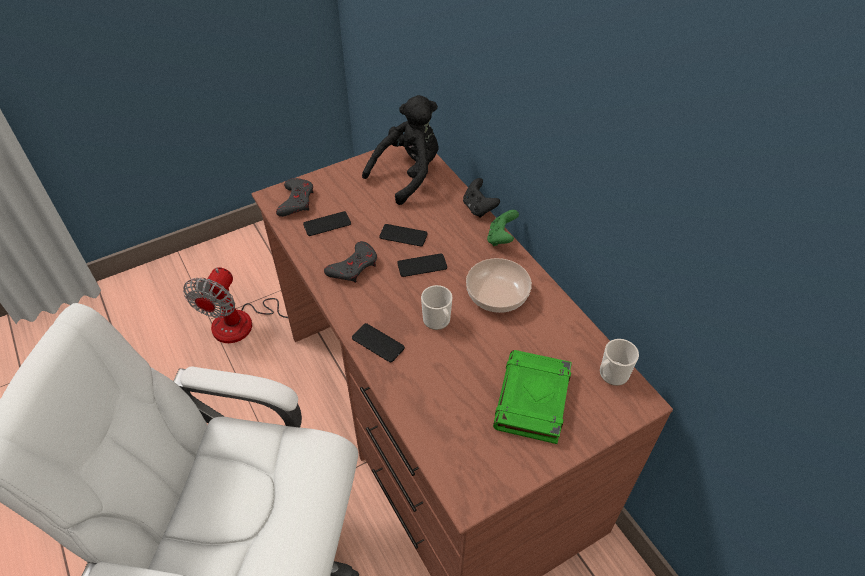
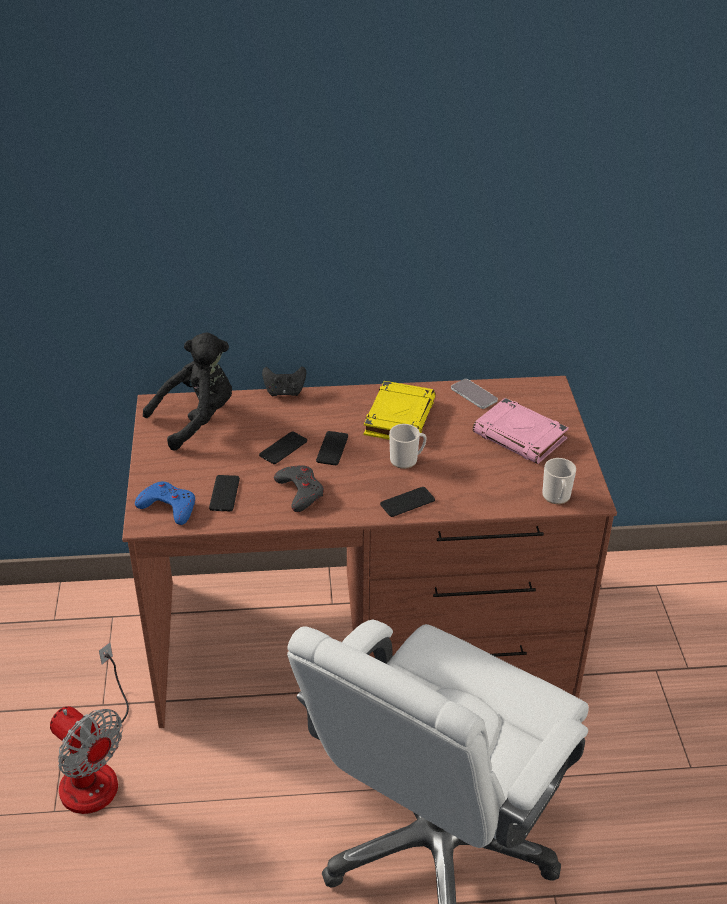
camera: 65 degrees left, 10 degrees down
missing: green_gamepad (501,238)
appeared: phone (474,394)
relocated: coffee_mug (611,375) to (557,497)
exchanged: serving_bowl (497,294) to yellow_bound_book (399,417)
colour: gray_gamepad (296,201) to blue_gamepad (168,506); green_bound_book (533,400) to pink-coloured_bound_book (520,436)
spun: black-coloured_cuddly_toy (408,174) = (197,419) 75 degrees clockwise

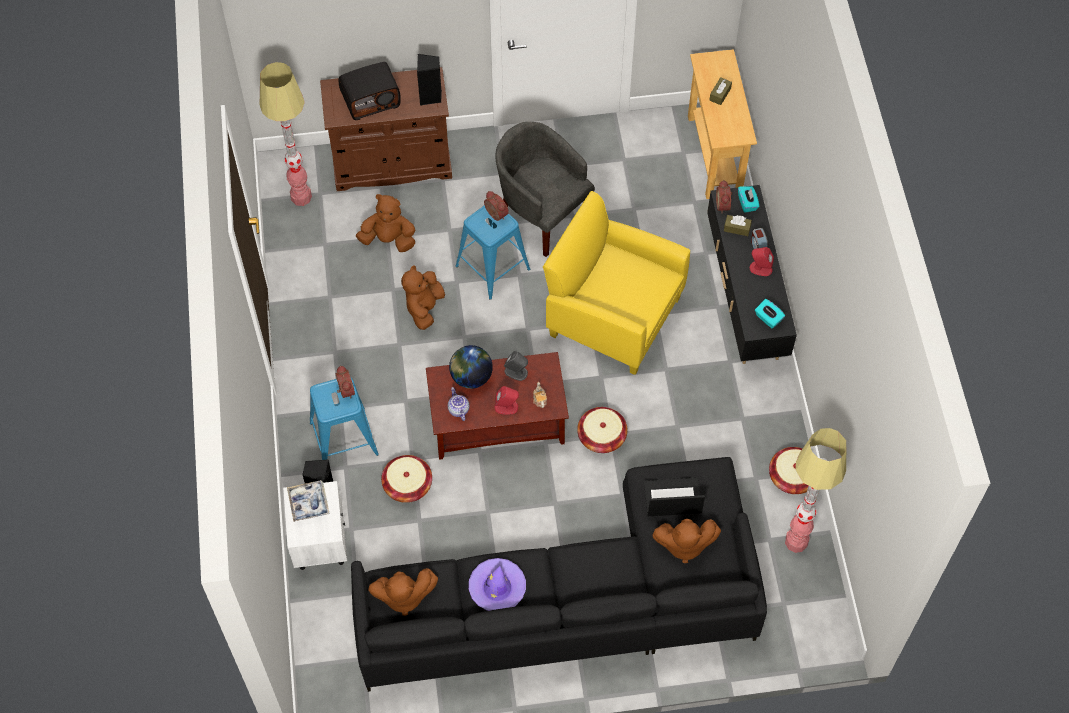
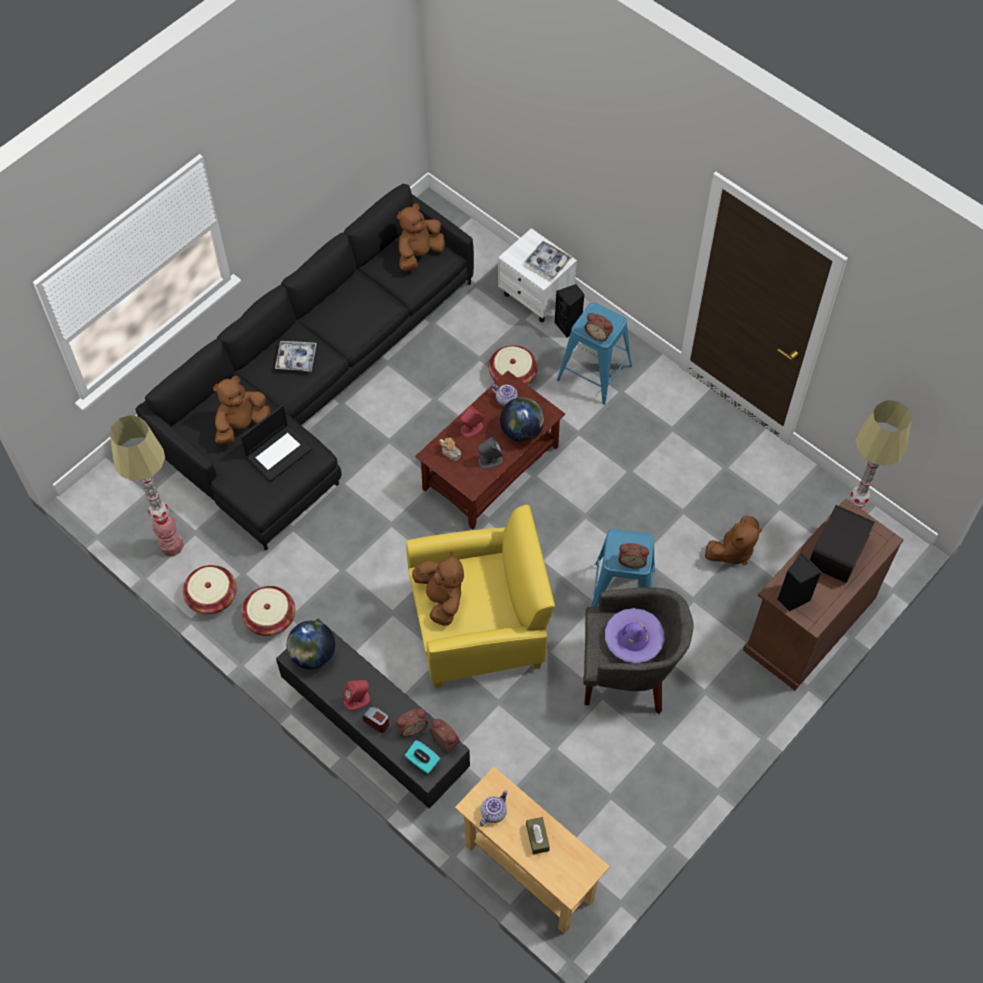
camera: 140 degrees right, 0 degrees up
appeared: tray (296,359); pot_for_tea (493,812)
relocated: household_basket (601,436) to (270,617); brownish_cuddly_toy (424,308) to (441,598); purplish_clothing_hat (497,588) to (633,638)
exchanged: turquoise_tissue_holder (768,318) to world_globe (312,654); brownish_tissue_holder (737,228) to table_clock (411,726)

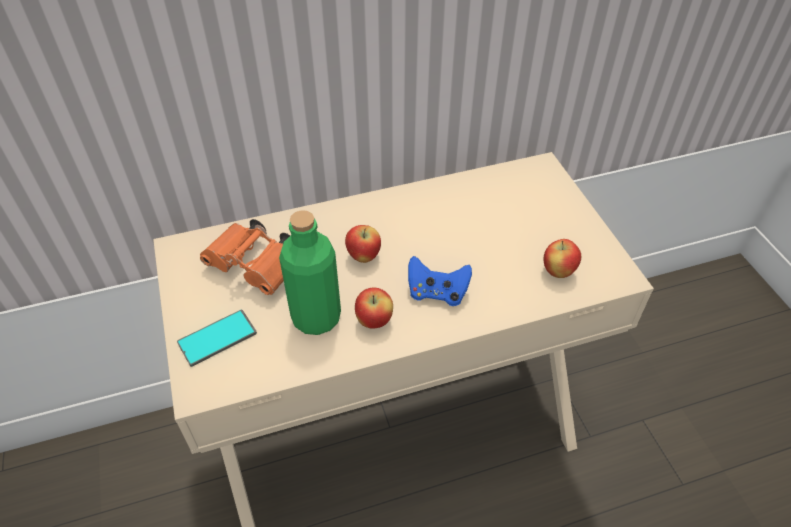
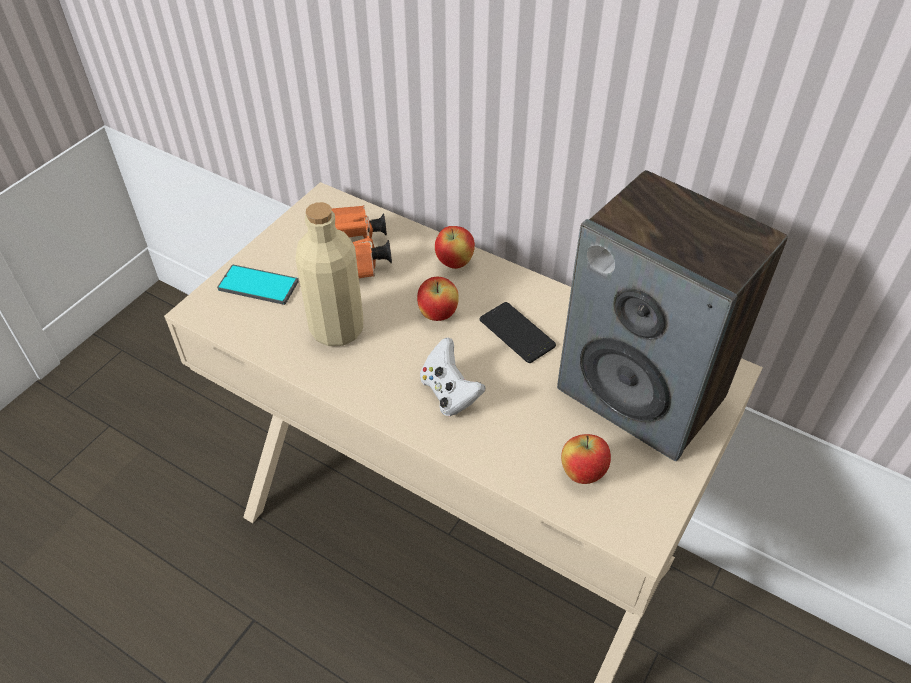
camera: 50 degrees right, 0 degrees up
appeared: phone (517,333); speaker (643,394)
relocated: apple (374,321) to (455,263)
colour: green_drink_bottle (316,317) to beige-coloured_drink_bottle (337,329); blue_gamepad (437,293) to whitish_gamepad (449,393)

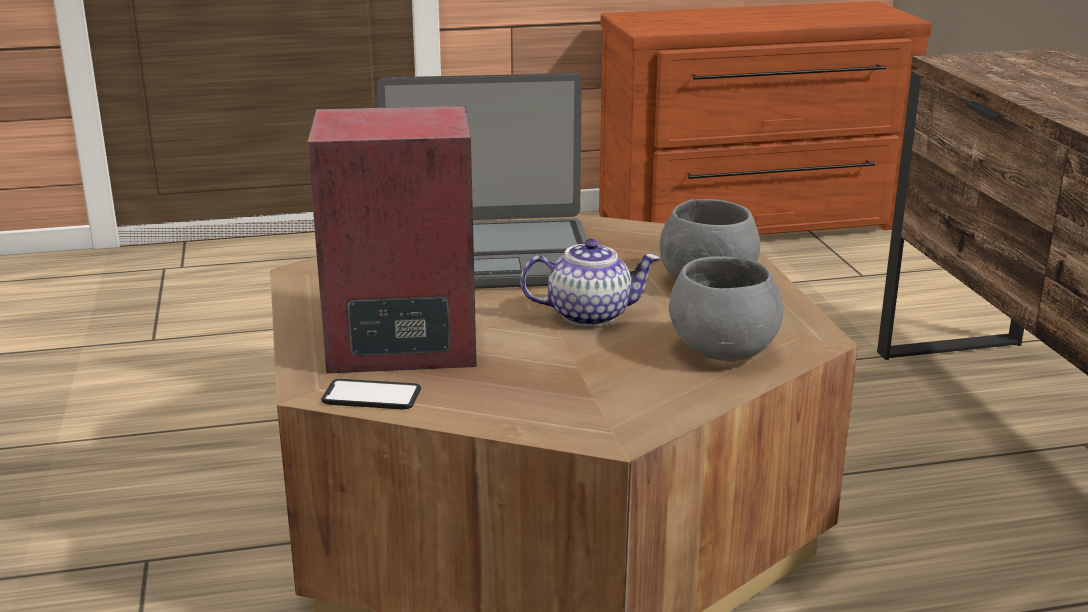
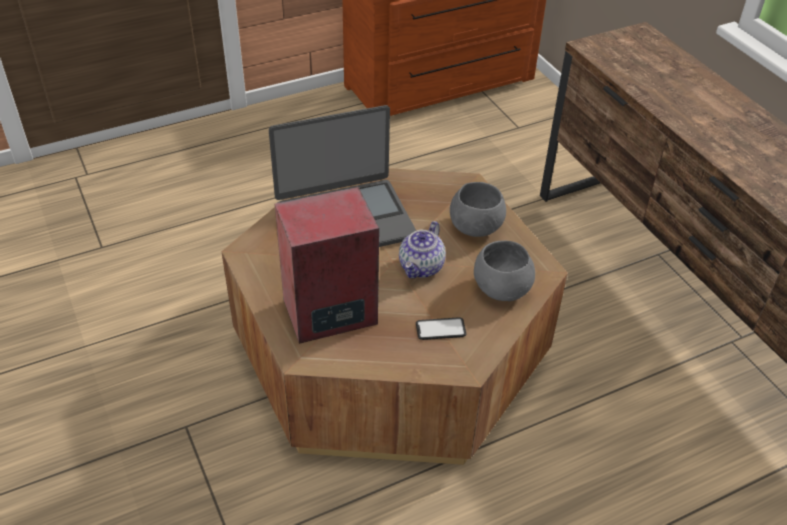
camera: 15 degrees left, 20 degrees up
relocated: phone (371,396) to (440,329)
spun: pot_for_tea (590,314) = (421,267) 135 degrees clockwise

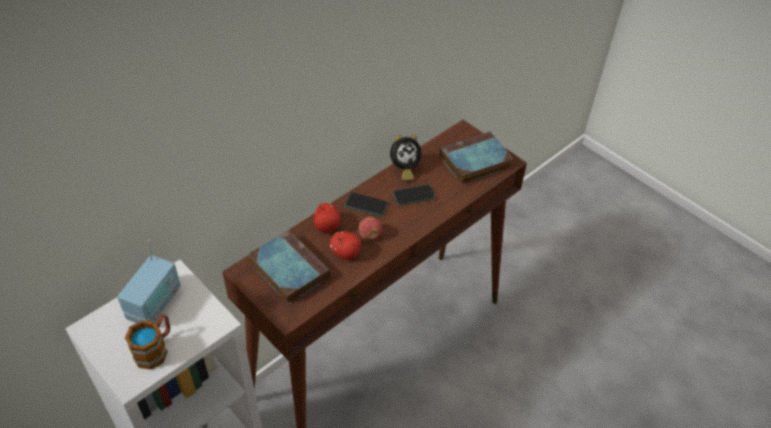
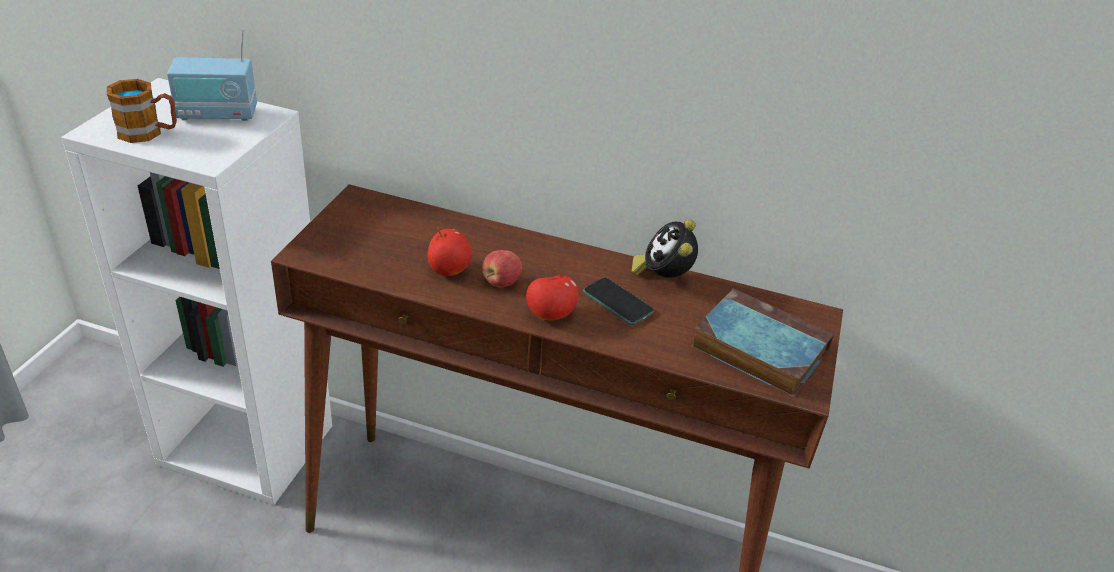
camera: 60 degrees right, 10 degrees down
missing: bound_book (288,269); phone (366,205)
relocated: apple (327,226) to (550,315)
spun: table_clock (404,169) = (663,277) 60 degrees clockwise

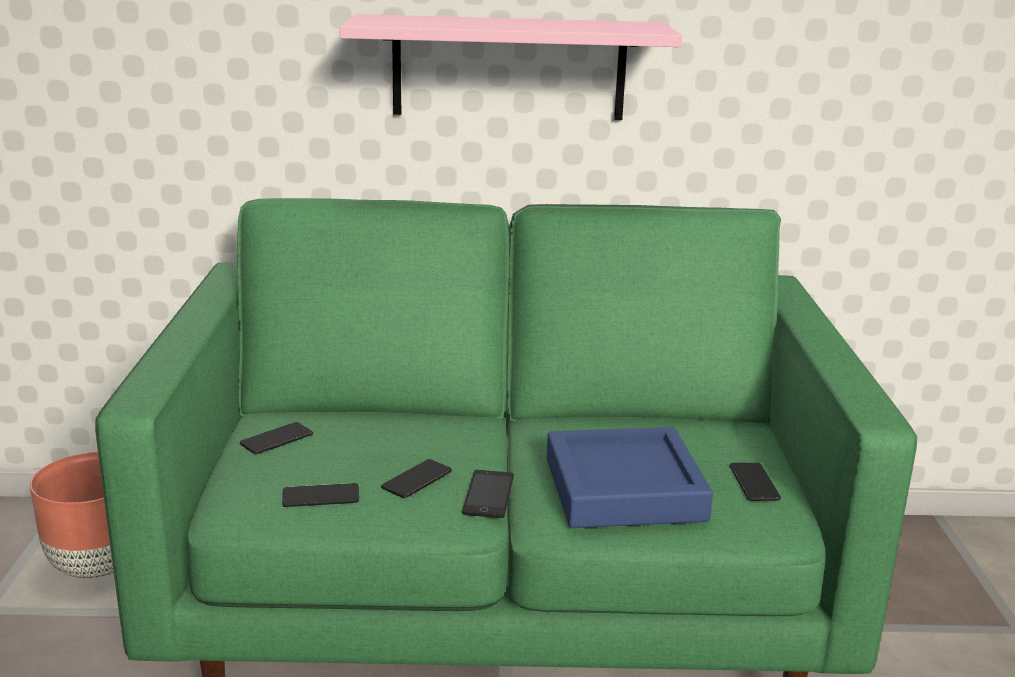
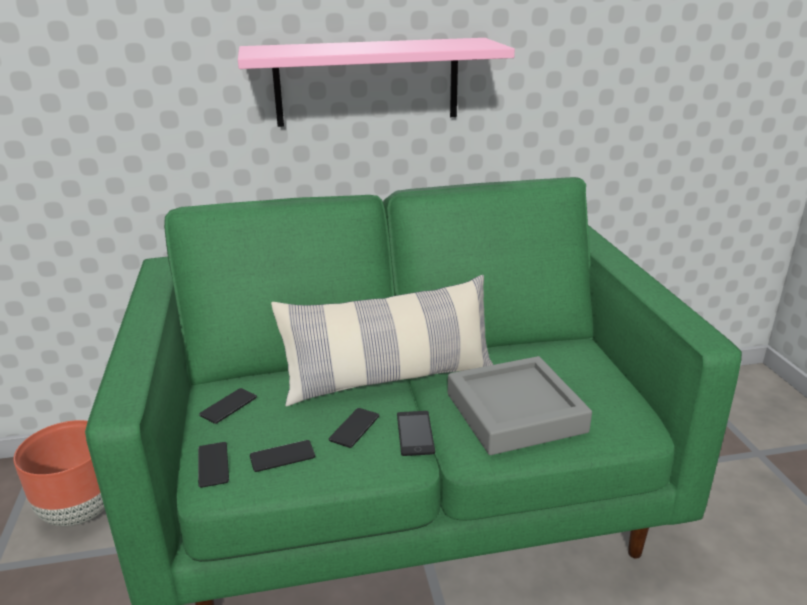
camera: 10 degrees left, 5 degrees up
appeared: throw_pillow (389,379)
relocated: phone (754,483) to (213,465)
colour: blue_tray (624,489) to gray_tray (515,413)

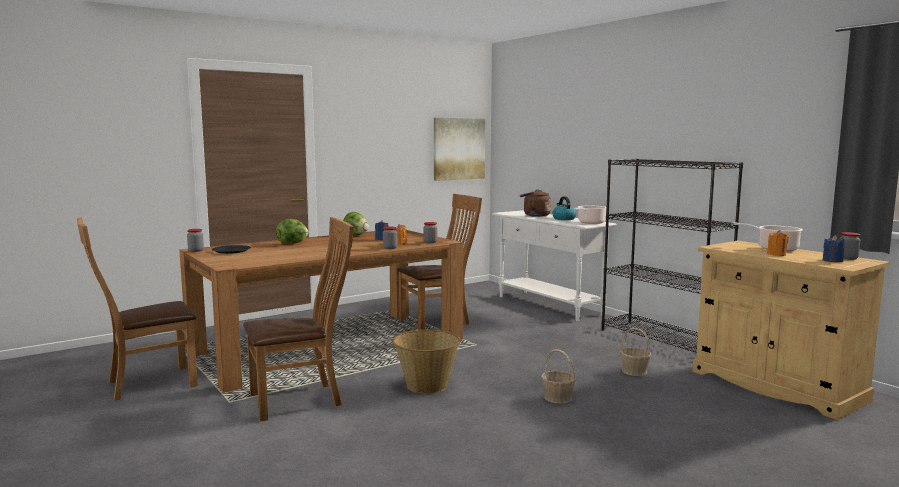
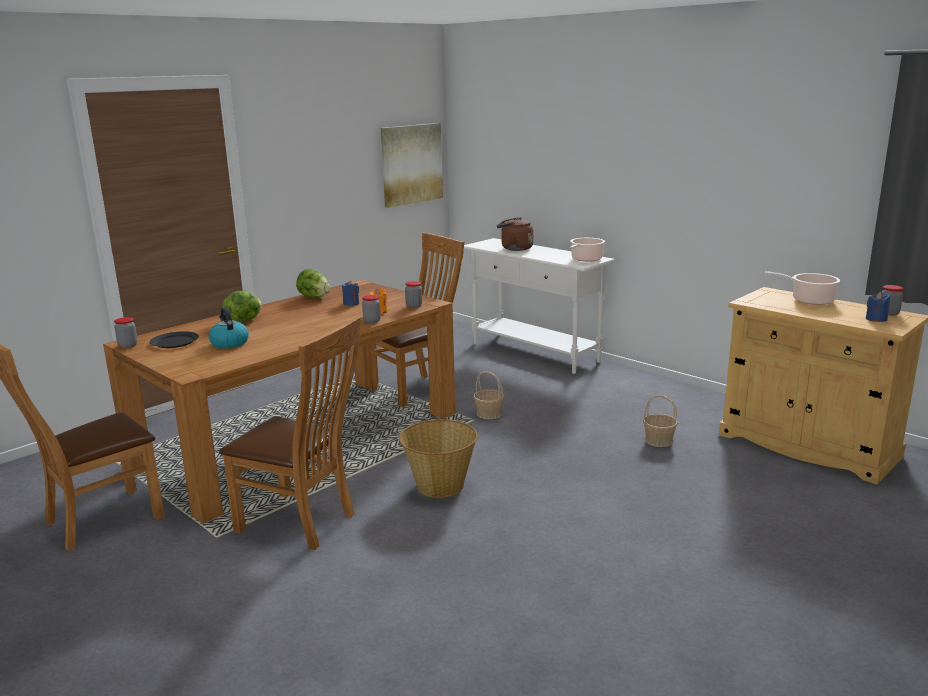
camera: 10 degrees left, 10 degrees up
missing: black-coloured_bookcase (662,340); orange_wax_candle (776,254)
relocated: kettle (563,219) to (229,343); household_basket (558,398) to (489,414)
spun: brownish_plain_chair (301,400) = (302,523) 60 degrees clockwise

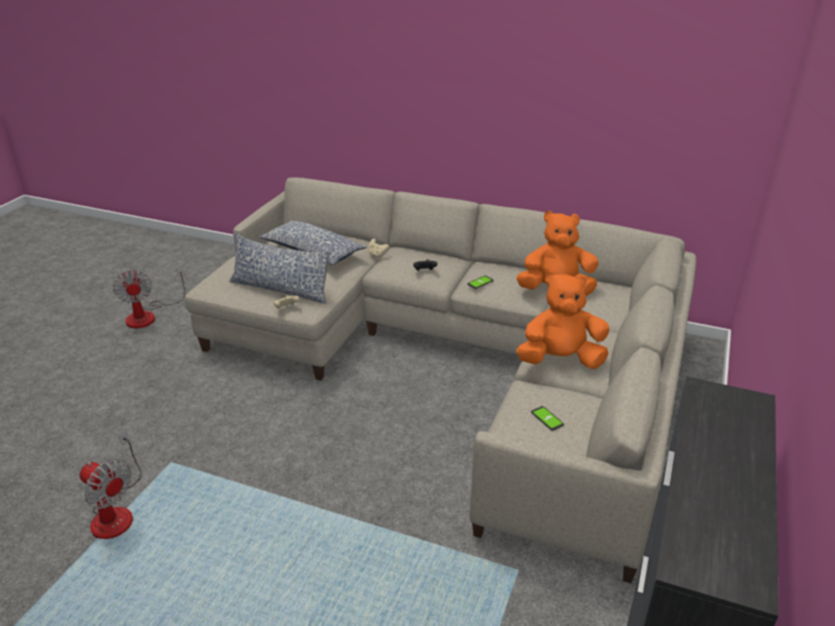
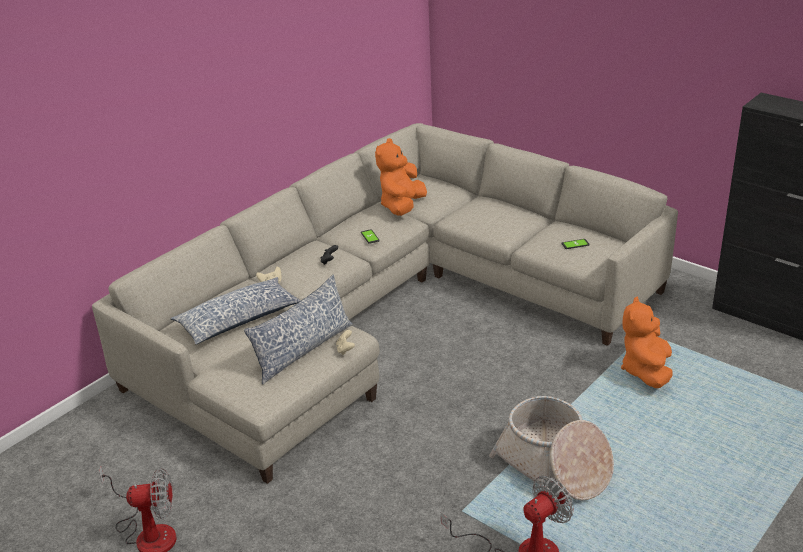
camera: 70 degrees left, 0 degrees up
appeared: household_basket (554,466)
relocated: orange_cuddly_toy (560,360) to (646,371)

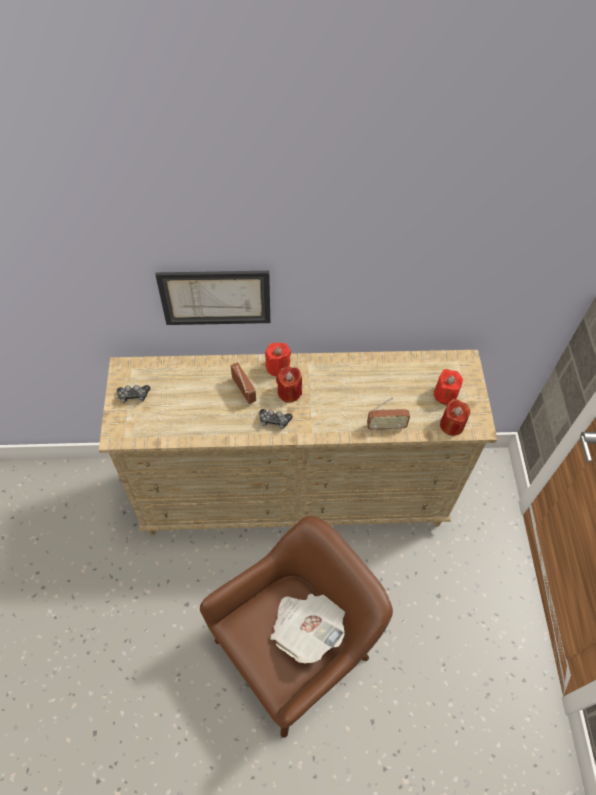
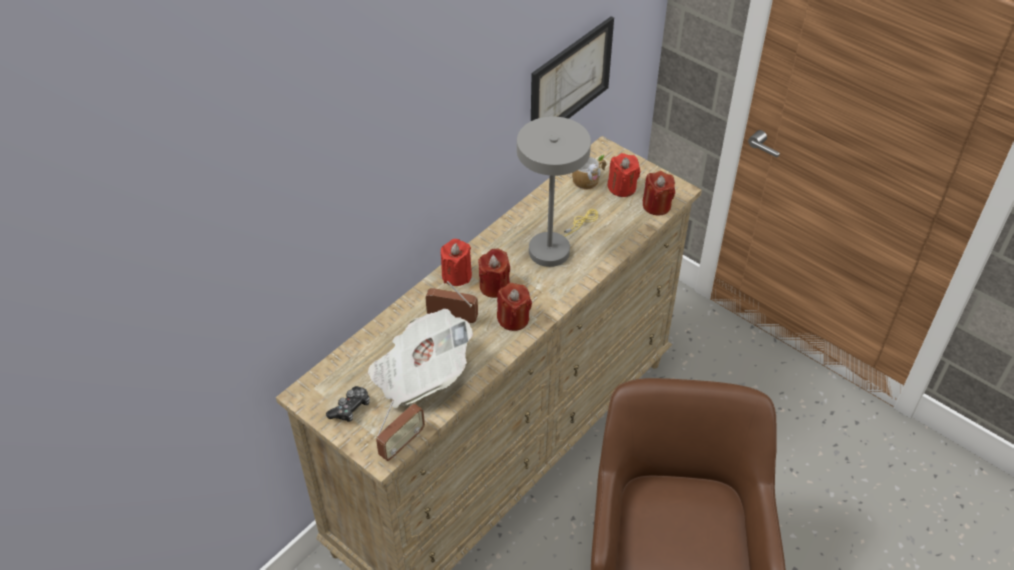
camera: 45 degrees left, 10 degrees down
appeared: gray_tabletop_lamp (554,247); coffee_mug (590,179)
relocated: printed_paper (306,629) to (420,375); radio_receiver (386,426) to (402,444); wall_picture (215,297) to (570,80)
exchanged: gamepad (274,421) to reddish_wax_candle (513,319)

